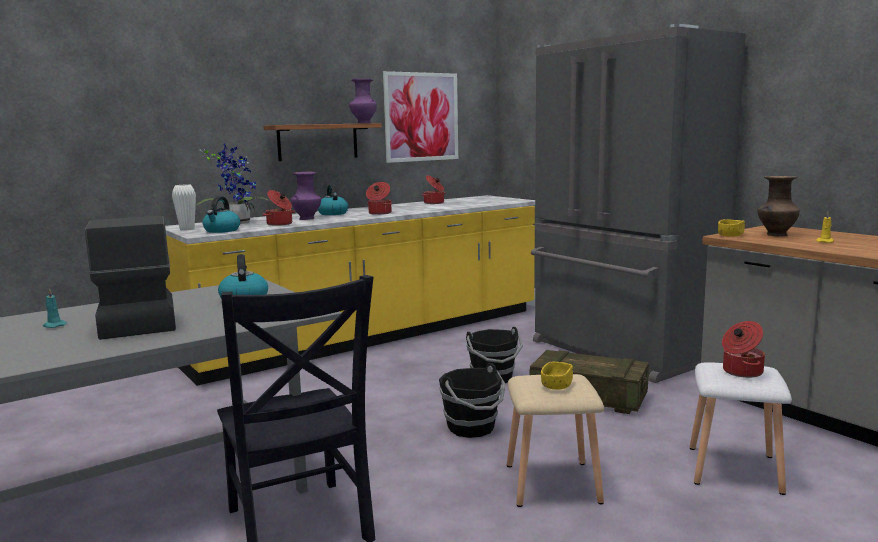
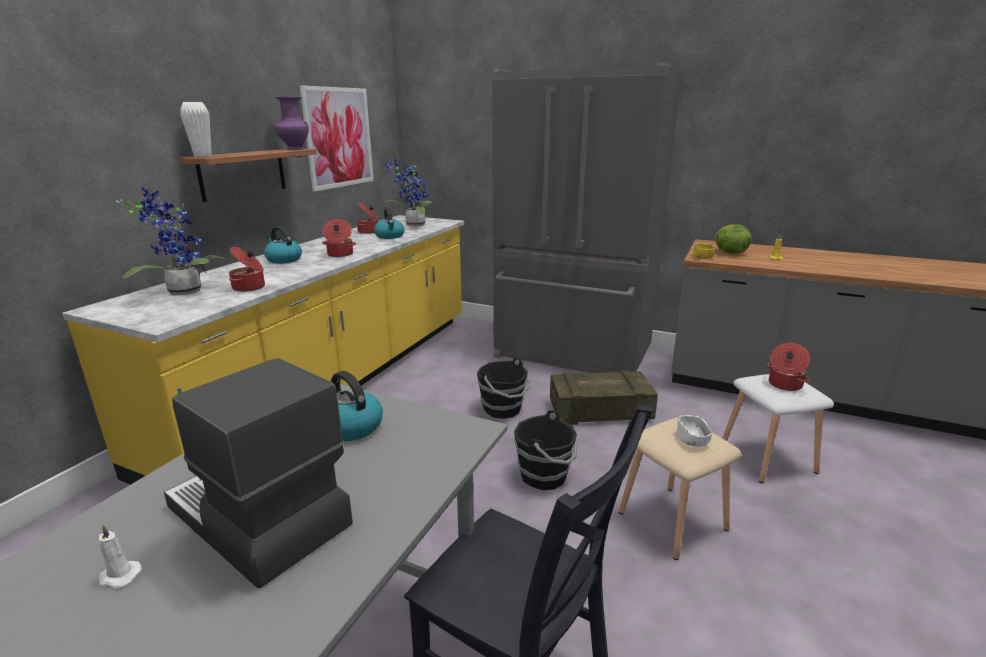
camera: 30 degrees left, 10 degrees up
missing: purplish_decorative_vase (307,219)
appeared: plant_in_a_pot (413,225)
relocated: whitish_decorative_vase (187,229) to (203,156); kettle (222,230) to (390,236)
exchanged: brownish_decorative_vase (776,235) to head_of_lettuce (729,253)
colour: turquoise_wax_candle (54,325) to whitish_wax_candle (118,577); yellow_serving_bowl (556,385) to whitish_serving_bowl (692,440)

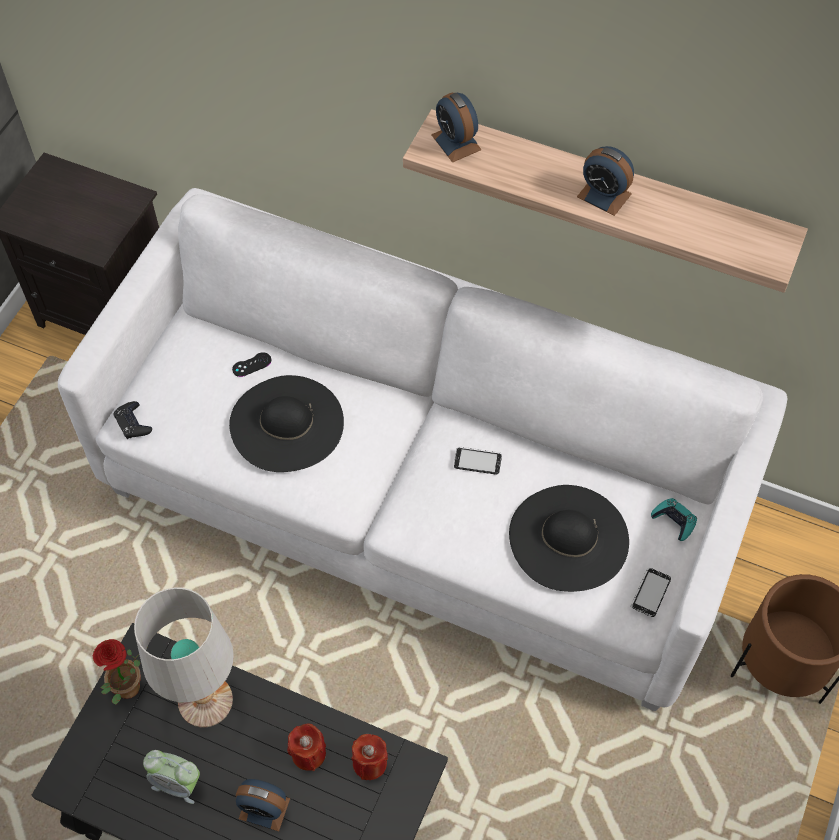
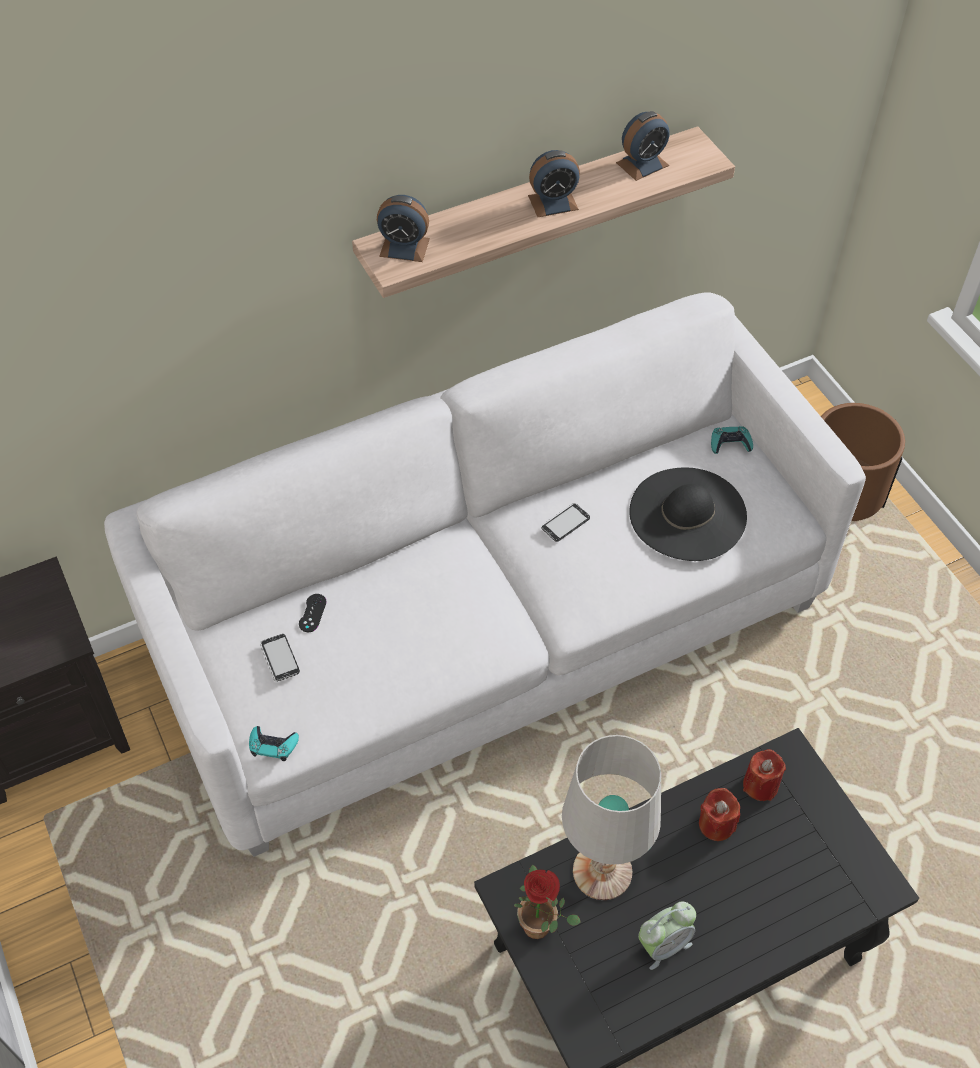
camera: 50 degrees left, 5 degrees down
missing: black-coloured_clothing_hat (286,423)
relocated: phone (650,593) to (280,658); table_clock (264,808) to (642,164)
colour: black-coloured_gamepad (133,423) to turquoise_gamepad (273,745)

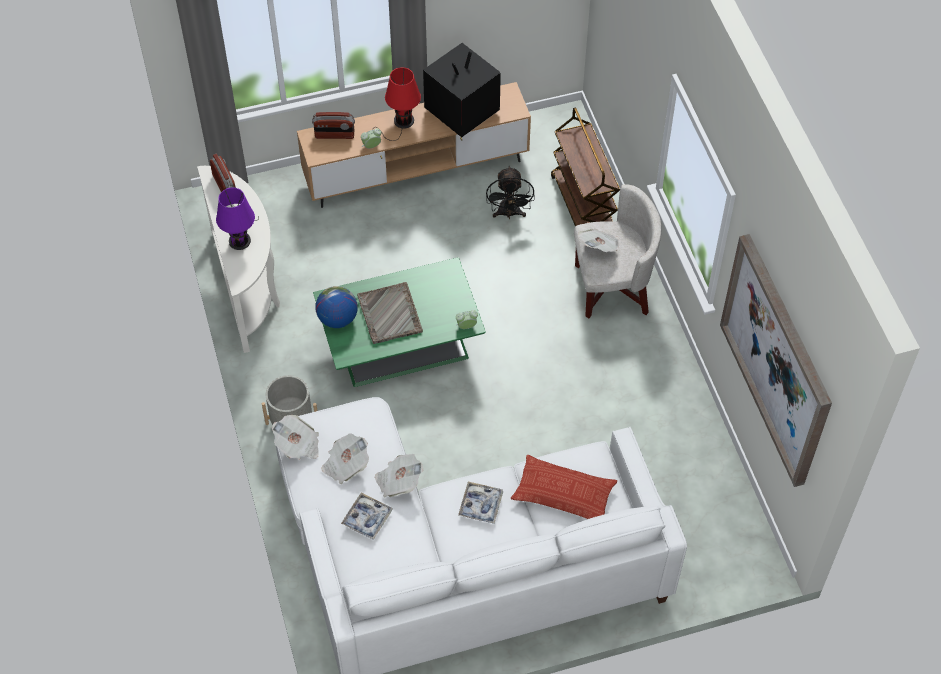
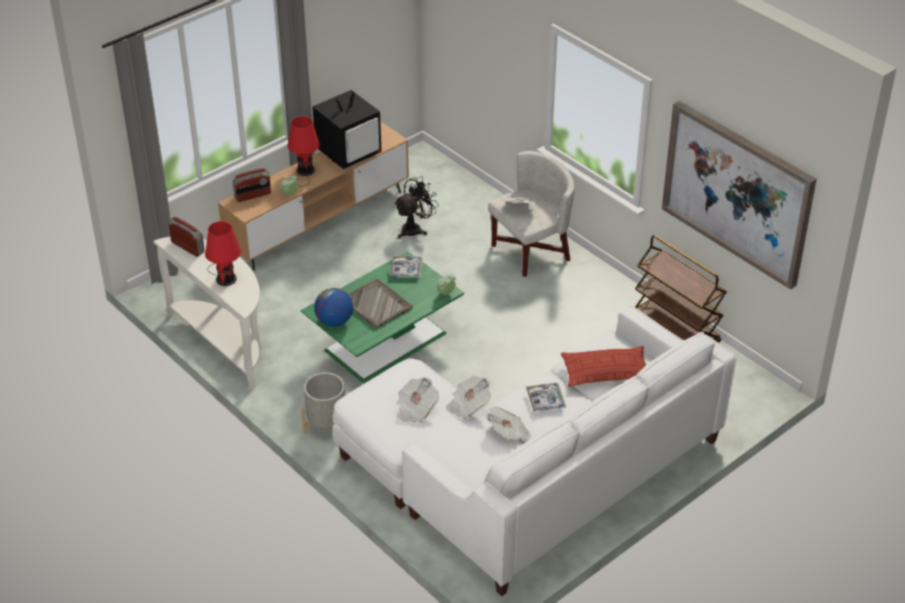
camera: 25 degrees left, 15 degrees down
relocated: tray (367,518) to (406,270); printed_paper (298,445) to (508,433); brownish_wheeled_cart (583,206) to (675,330)
colour: purplish_tabletop_lamp (240,239) to reddish_tabletop_lamp (225,278)
spun: TV_set (461,112) = (349,152) 150 degrees counterclockwise; black-coloured_cooling_fan (509,214) = (415,228) 105 degrees counterclockwise

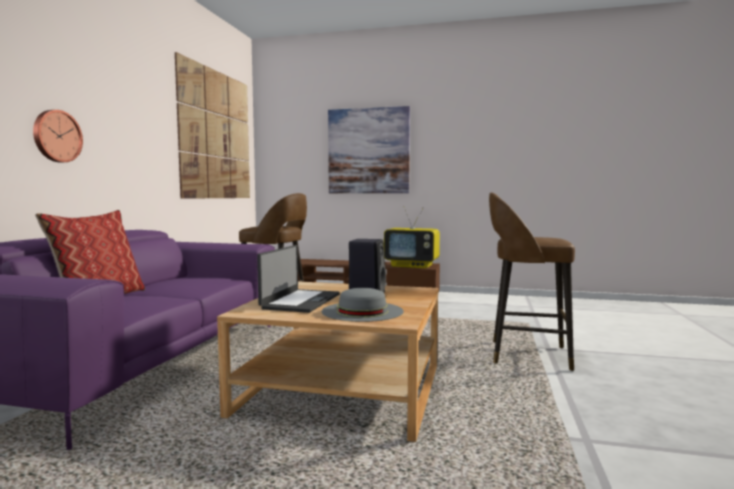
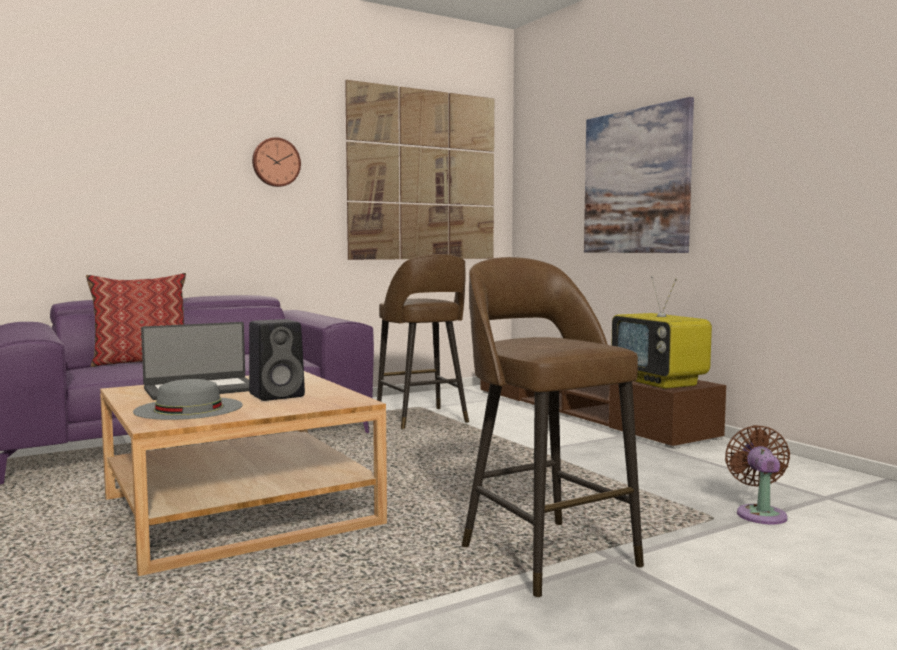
camera: 45 degrees right, 0 degrees up
appeared: brownish_cooling_fan (760,513)
relocated: hanging_clock (56,136) to (275,162)

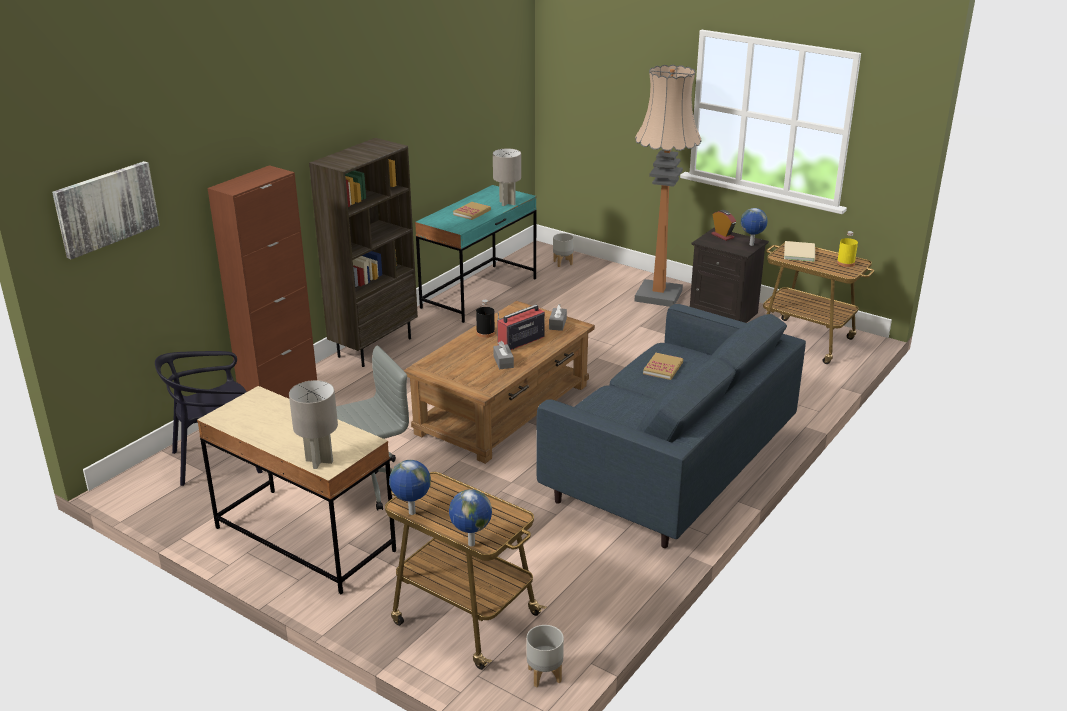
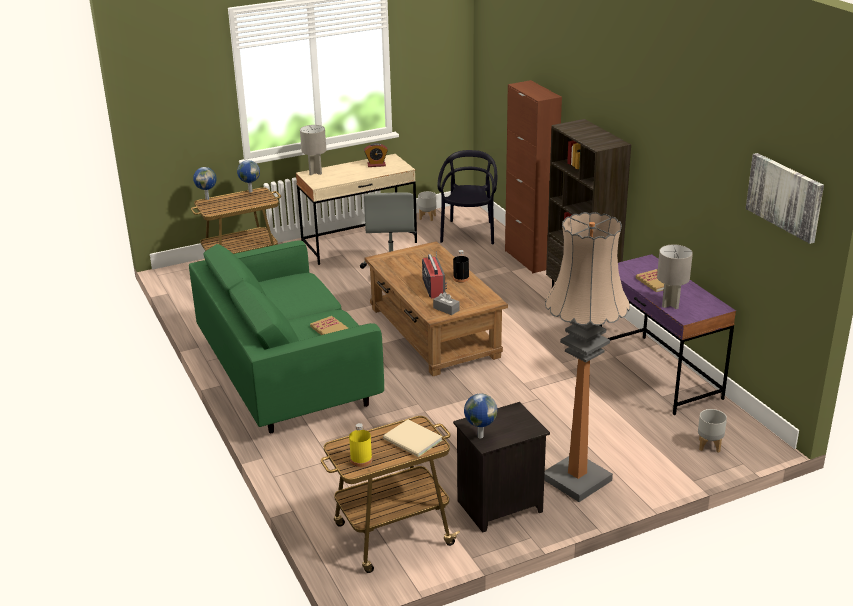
camera: 120 degrees right, 0 degrees up
missing: gray_tissue_holder (503,362)
relocated: table_clock (722,236) to (376,165); gray_flower_pot (544,675) to (427,217); wall_picture (106,208) to (785,196)
colour: blue_couch (669,466) to green_couch (288,373); turquoise_desk_unit (479,293) to purplish_desk_unit (658,374)

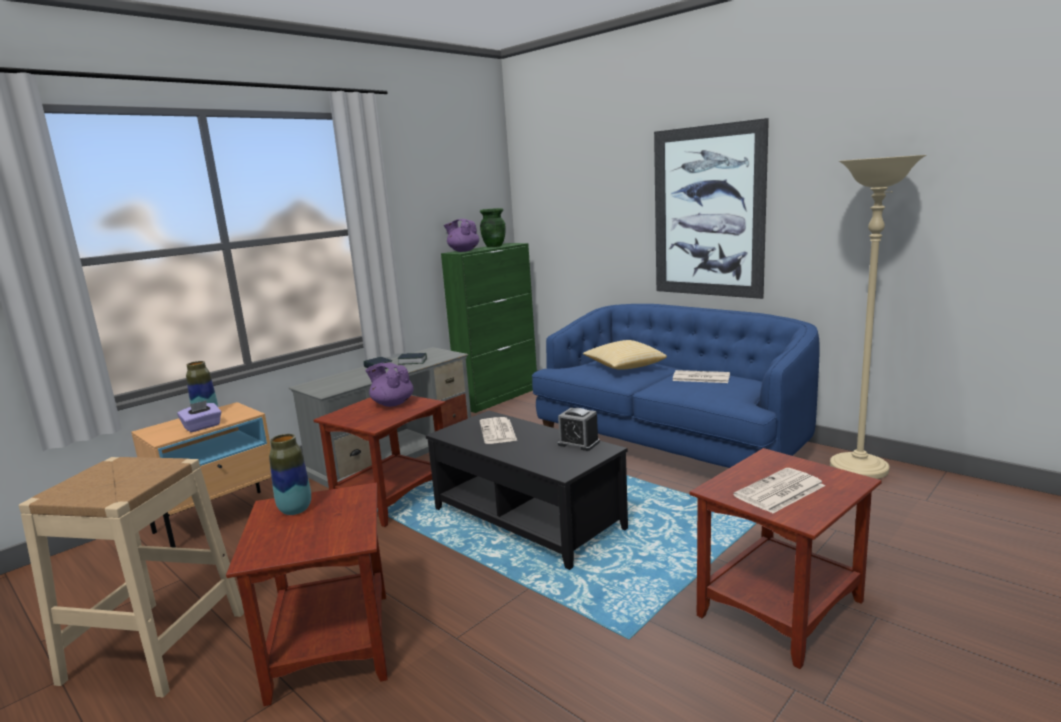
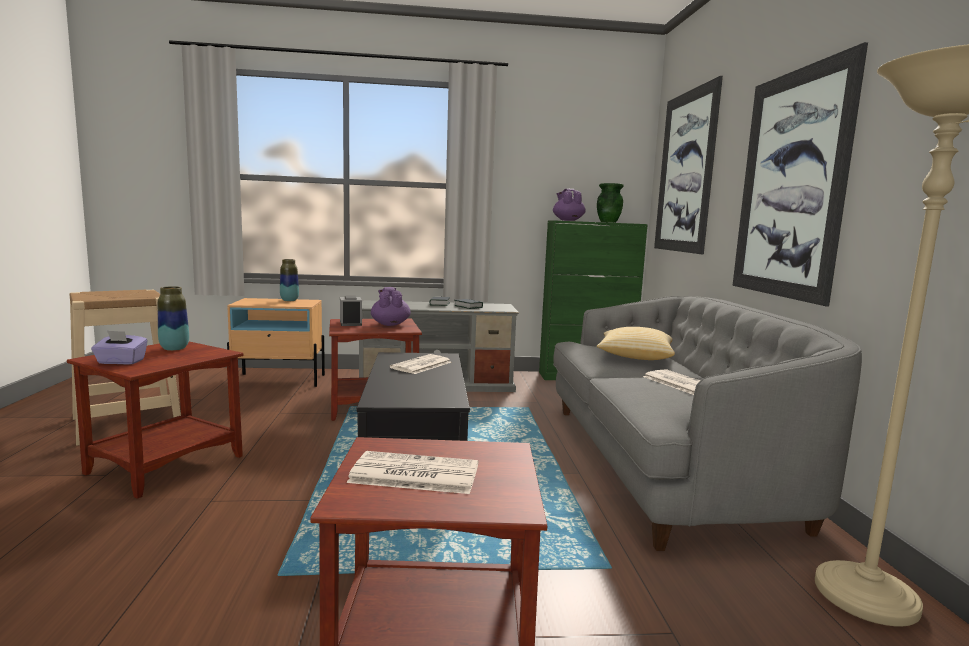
camera: 40 degrees right, 5 degrees down
appeared: wall_picture (685,172)
relocated: purplish_tissue_holder (202,427) to (121,362); table_clock (578,443) to (350,323)
colour: blue_couch (670,443) to gray_couch (664,464)

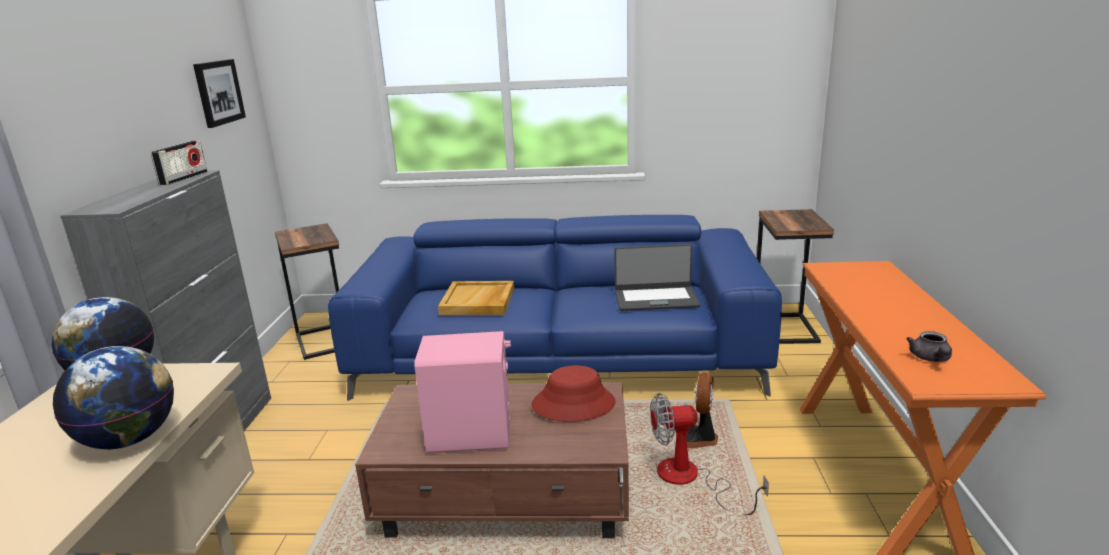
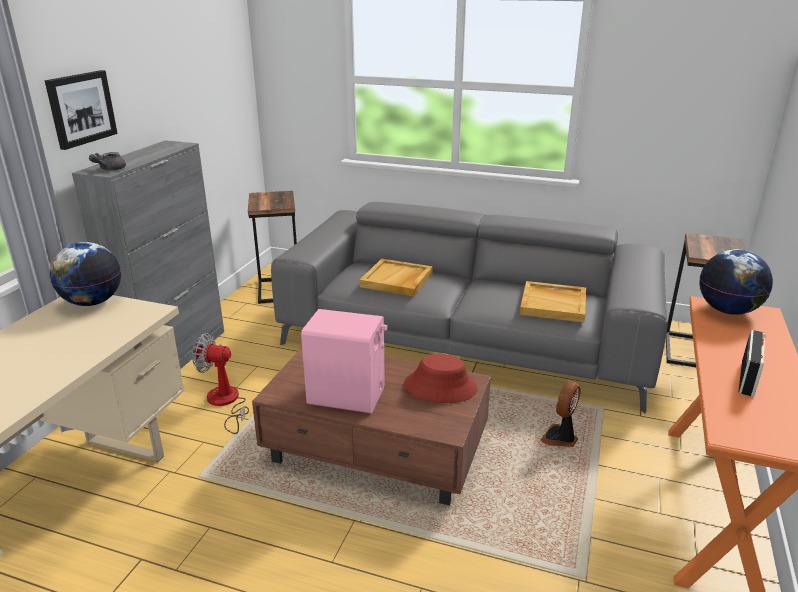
camera: 15 degrees right, 5 degrees up
relocated: wall_picture (218,92) to (81,108); gray_pot_for_tea (930,359) to (109,169); cooling_fan (690,480) to (226,403); world_globe (130,439) to (728,310); radio_receiver (184,178) to (747,378)
exchanged: notebook_computer (656,299) to beige-coloured_tray (554,304)
colour: blue_couch (558,354) to gray_couch (467,337)

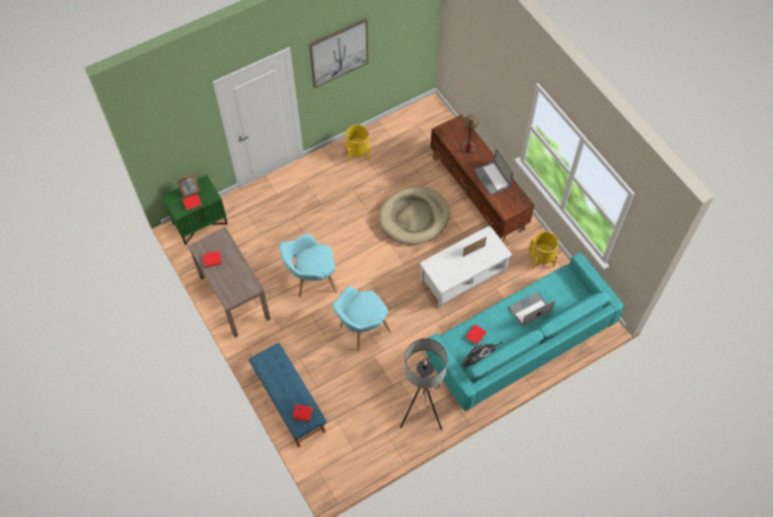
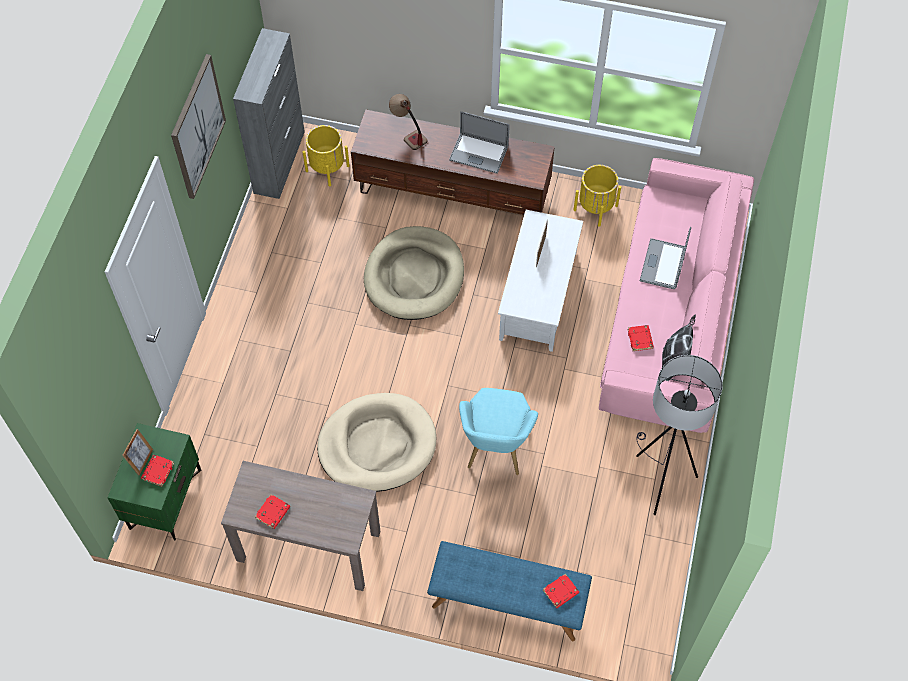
camera: 45 degrees left, 0 degrees up
appeared: gray_cabinet (279,161)
relocated: yellow_flower_pot (358,152) to (327,168)
exchanged: turquoise_armchair (311,280) to beige-coloured_dog_cushion (377,445)
colour: turquoise_couch (519,342) to pink-coloured_couch (670,314)

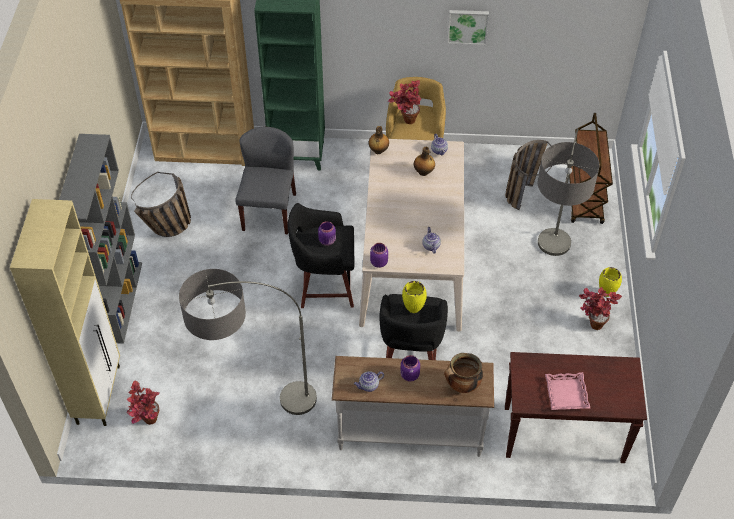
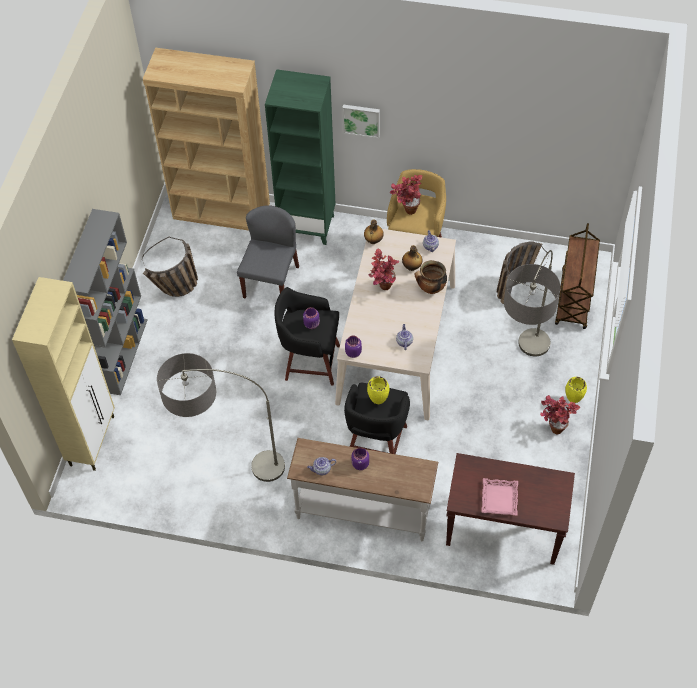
camera: 10 degrees right, 5 degrees up
relocated: wall_picture (467,26) to (361,120); plant_in_a_pot (147,423) to (382,289); stockpot (462,386) to (430,289)

